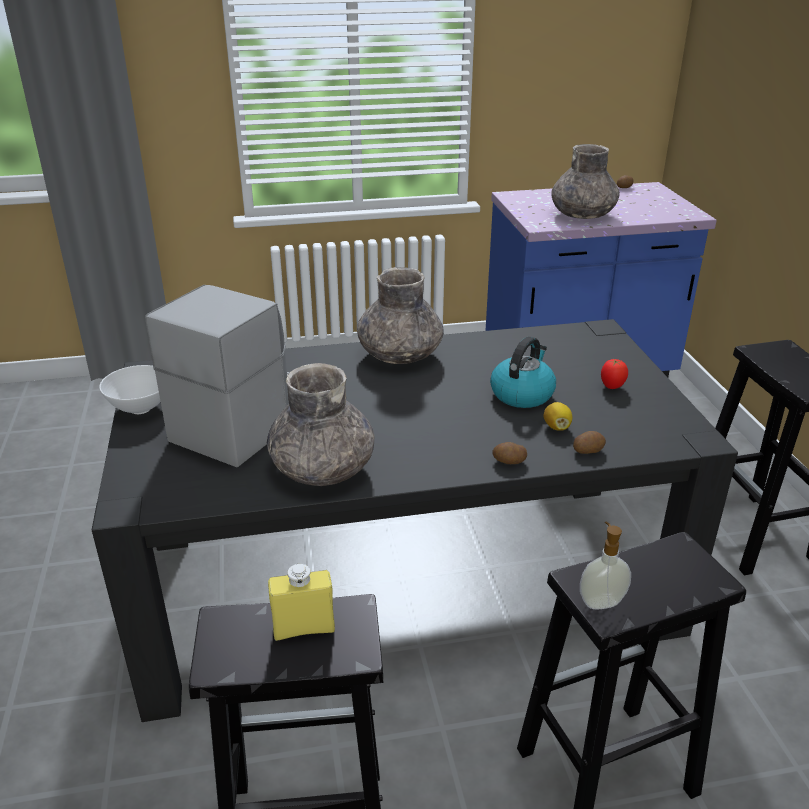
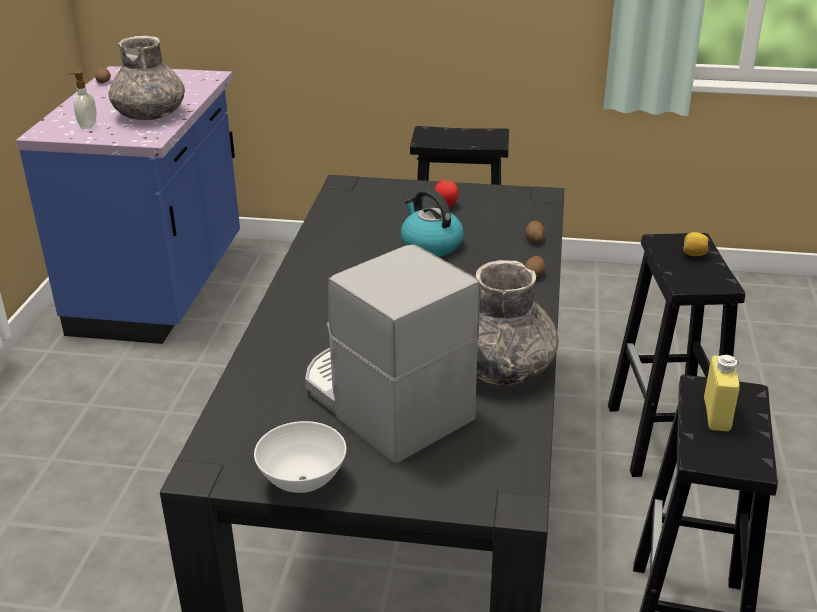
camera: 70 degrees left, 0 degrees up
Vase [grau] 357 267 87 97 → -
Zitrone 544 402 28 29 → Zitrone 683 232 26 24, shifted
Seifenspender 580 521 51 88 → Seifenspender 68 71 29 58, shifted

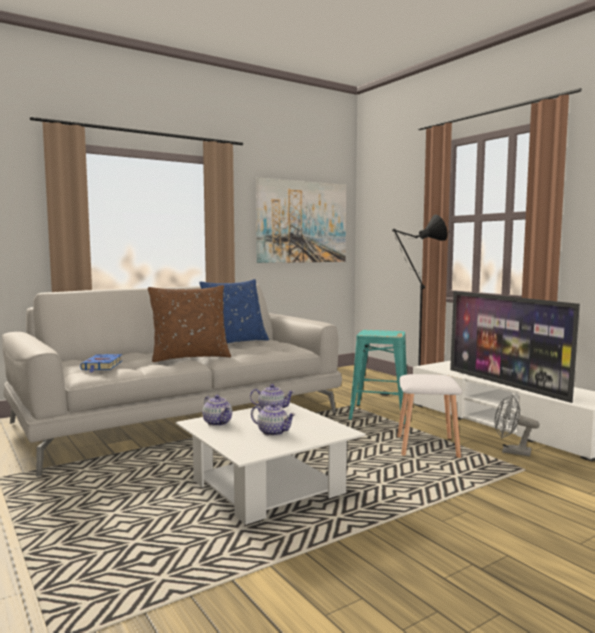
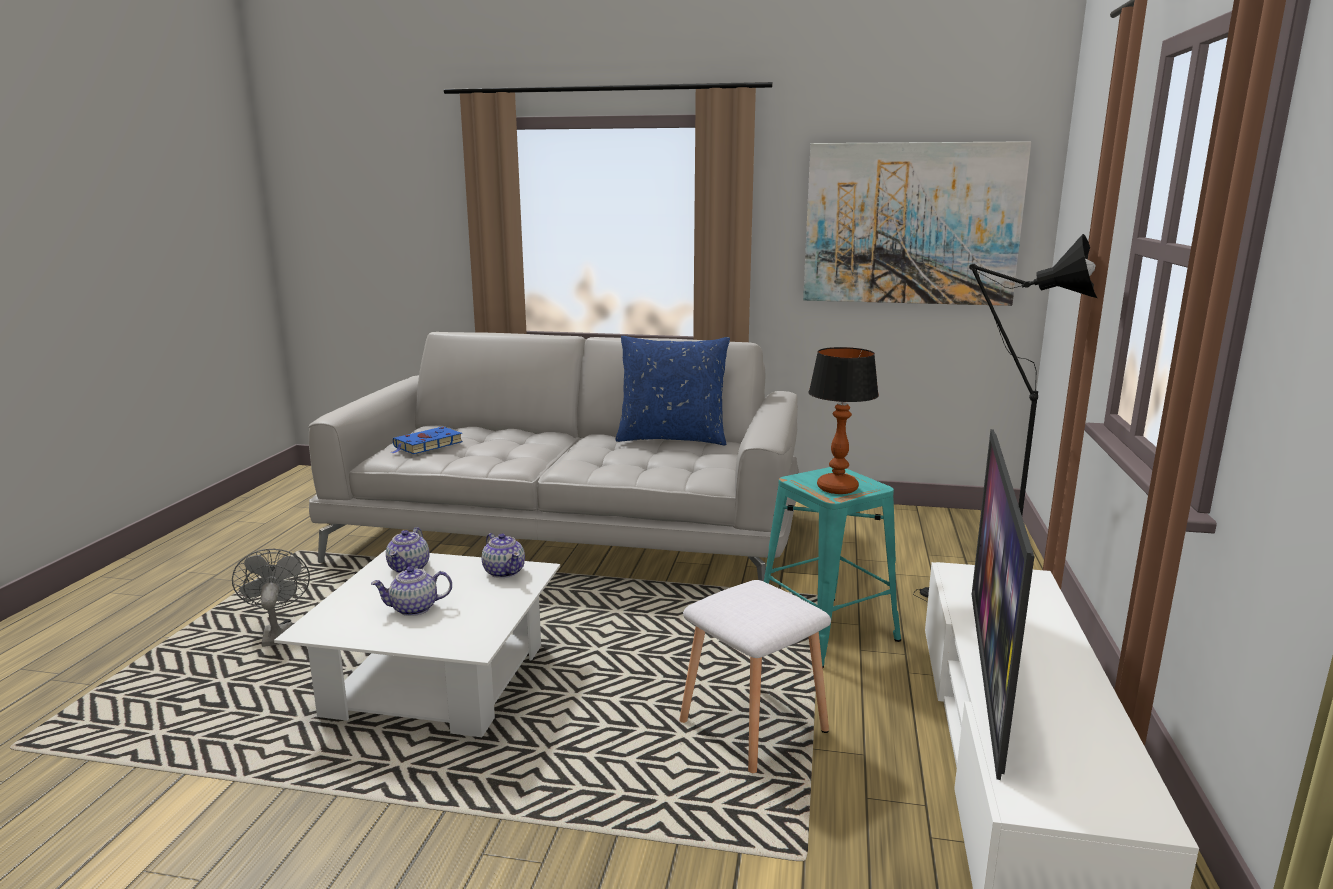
camera: 45 degrees right, 10 degrees up
Kissen [braun] 148 285 83 77 → -
Teekanne 251 403 45 33 → Teekanne 371 566 81 50, 90 degrees clockwise
Ventilator [grau] 495 394 44 62 → Ventilator [grau] 232 549 78 98, shifted
- → Tischlampe 808 347 71 147

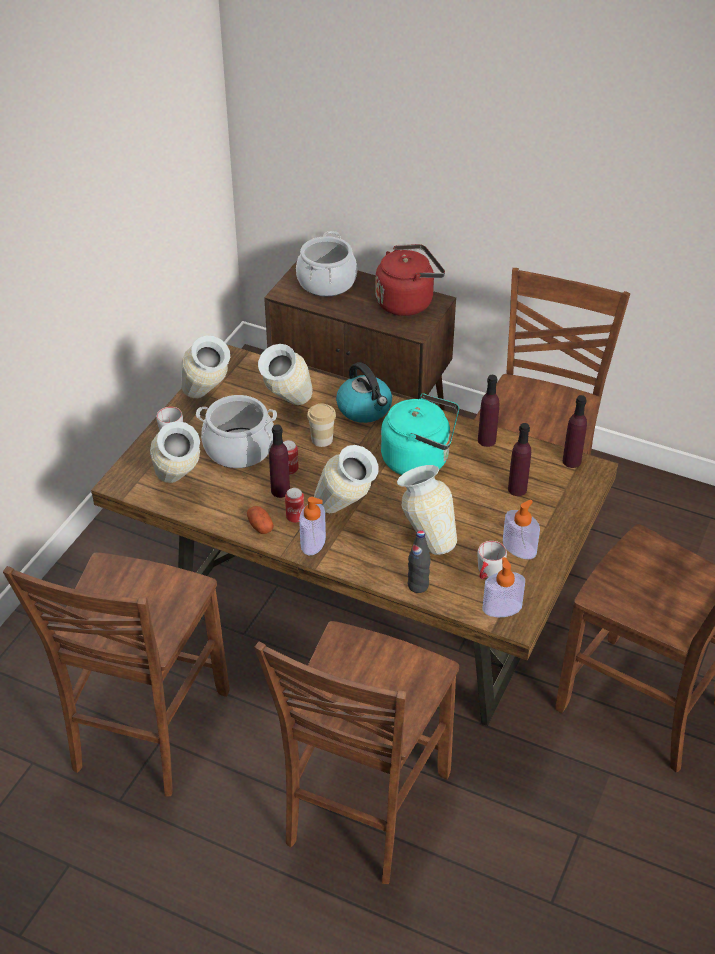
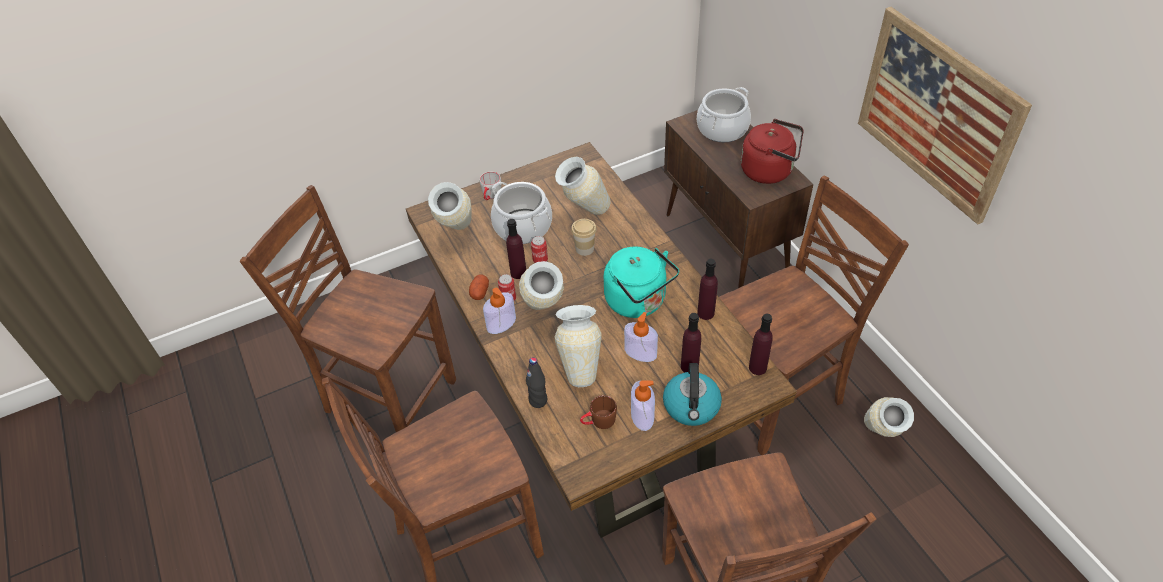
camera: 40 degrees right, 5 degrees up
Stuhl [braun] 3 552 227 244 → Stuhl [braun] 240 185 216 247, 60 degrees clockwise
Vase 181 335 49 63 → Vase 864 397 50 40, shifted
Wasserkessel 336 362 56 61 → Wasserkessel 663 363 59 63, shifted
Henkelbecher [grau] 477 541 30 38 → Henkelbecher [braun] 580 395 37 34
Seifenspender 482 557 43 60 → Seifenspender 624 312 34 50, shifted
- → Bild 858 7 174 217

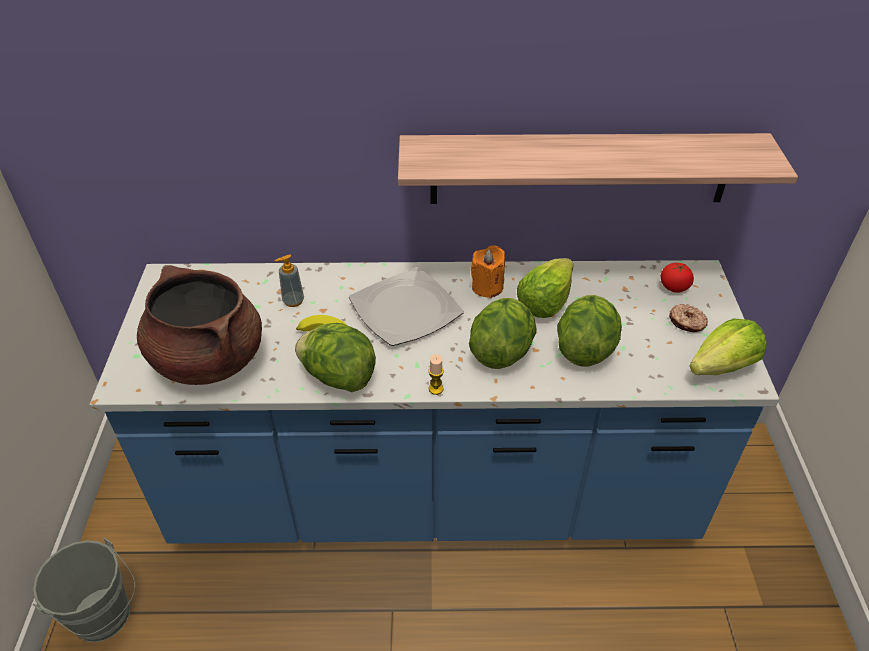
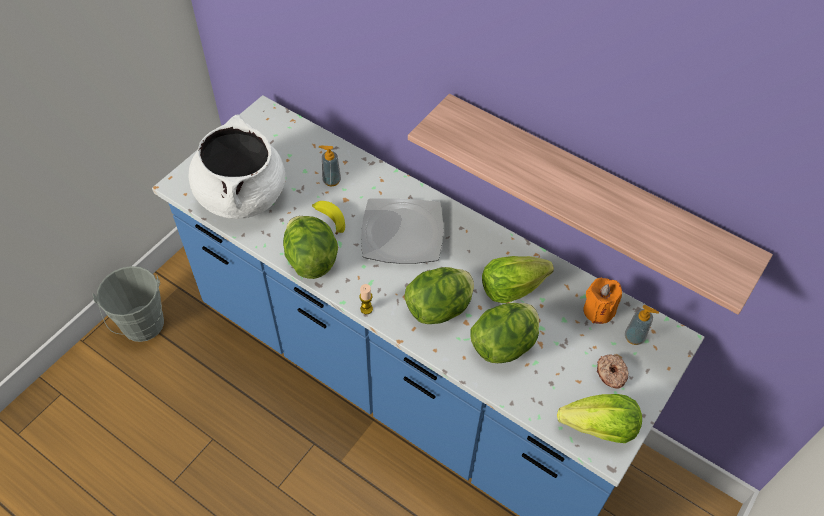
camera: 35 degrees right, 10 degrees up
Kochtopf [braun] 137 265 125 120 → Kochtopf [weiß] 189 114 97 105
Kerze [orange] 471 245 34 53 → Kerze [orange] 583 278 39 46, shifted
Tomate 661 263 33 30 → Seifenspender 625 305 34 40

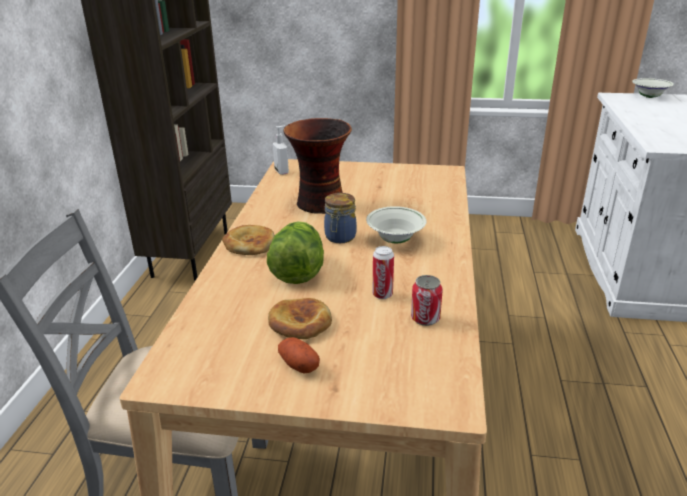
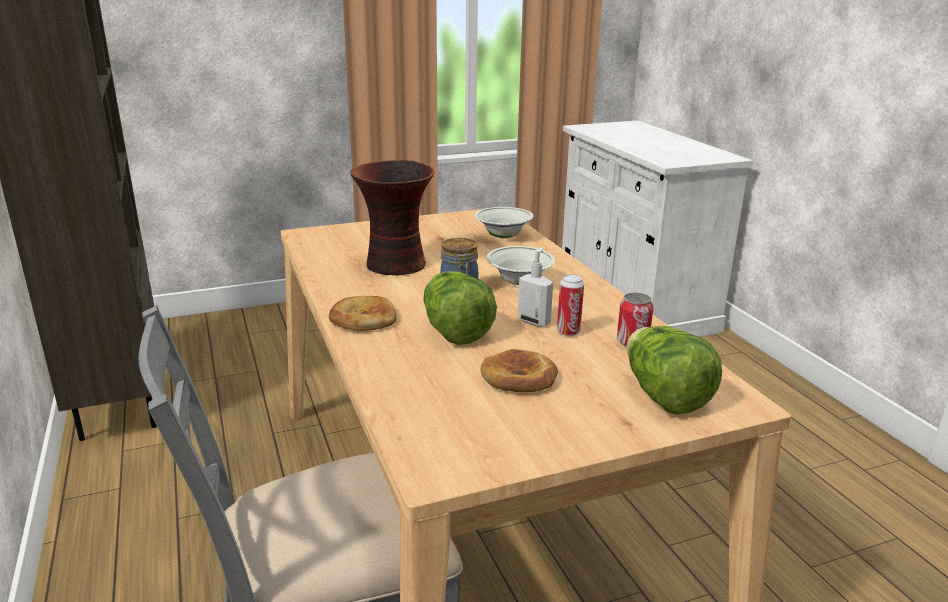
camera: 30 degrees left, 5 degrees down
Seifenspender 273 126 16 49 → Seifenspender 518 247 35 80, shifted
Kartoffel 278 337 42 36 → -
Schüssel [weiß] 632 78 42 20 → Schüssel [weiß] 474 207 60 31, shifted
- → Salatkopf 626 326 96 89

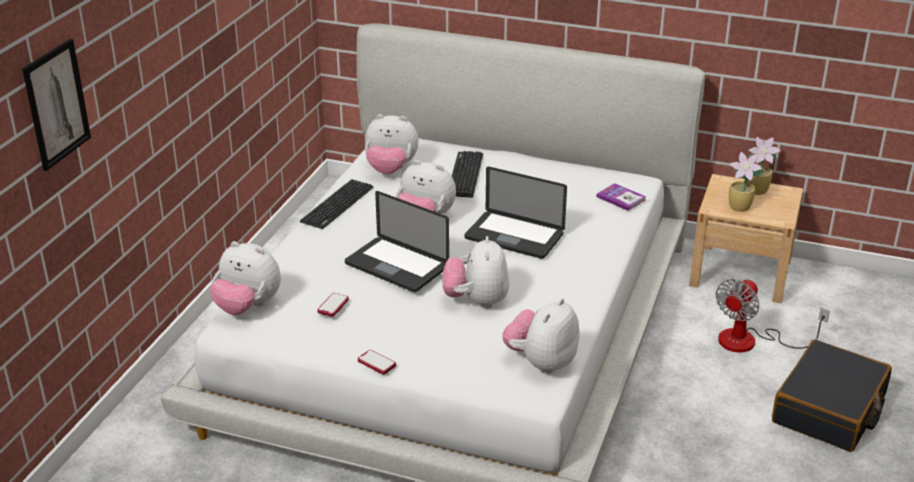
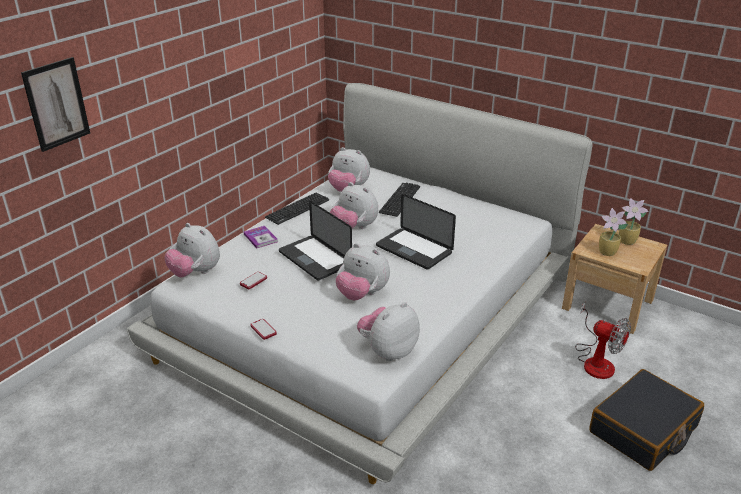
camera: 15 degrees right, 0 degrees up
Plüschtier 442 236 67 73 → Plüschtier 336 243 54 57, 75 degrees counterclockwise
Buch 596 183 50 28 → Buch 244 226 34 23, shifted
Ventilator 716 279 114 73 → Ventilator 575 302 56 77, 105 degrees counterclockwise

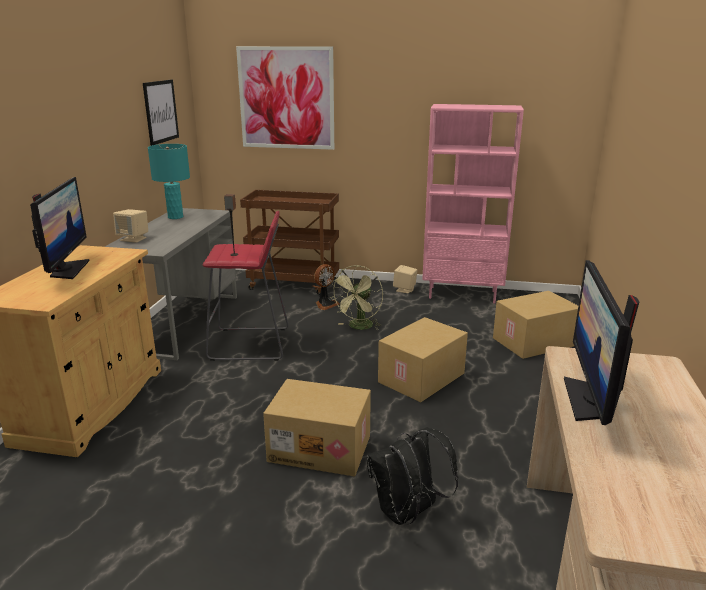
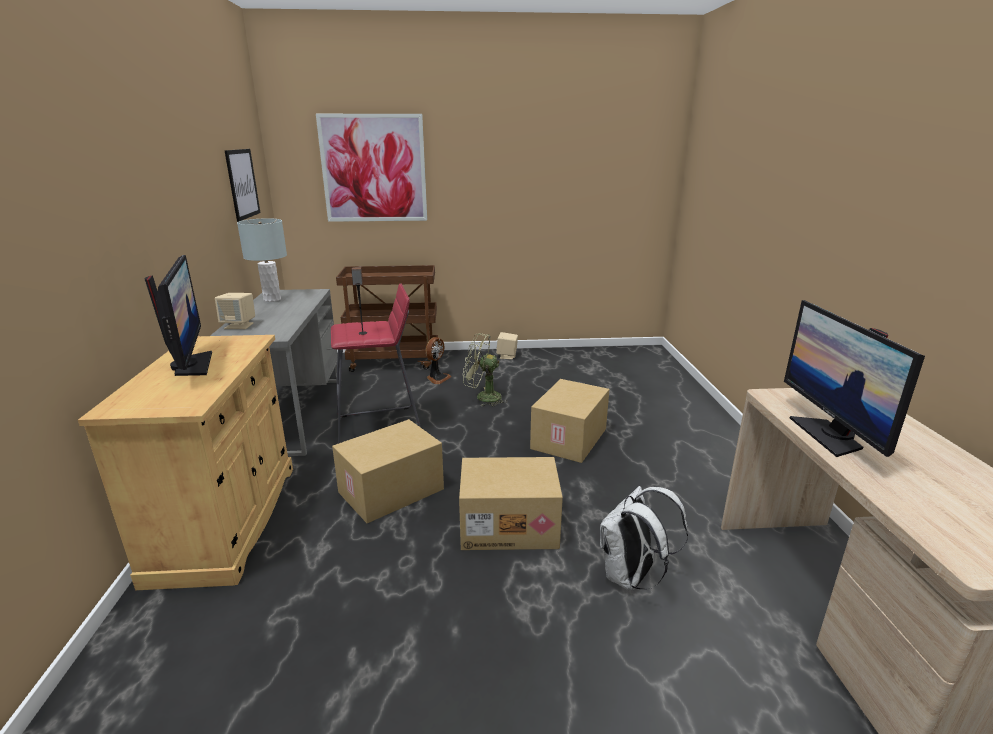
camera: 15 degrees left, 0 degrees up
Tischlampe [türkis] 148 144 42 75 → Tischlampe [grau] 237 218 50 84
Ventilator [grün] 330 265 53 65 → Ventilator [grün] 463 333 44 74, 90 degrees clockwise
Rucksack [schwarz] 367 427 91 98 → Rucksack [weiß] 600 486 88 105
Bücherregal [rosa] 422 104 102 200 → -
Karton 493 291 85 68 → Karton 332 419 112 104, shifted

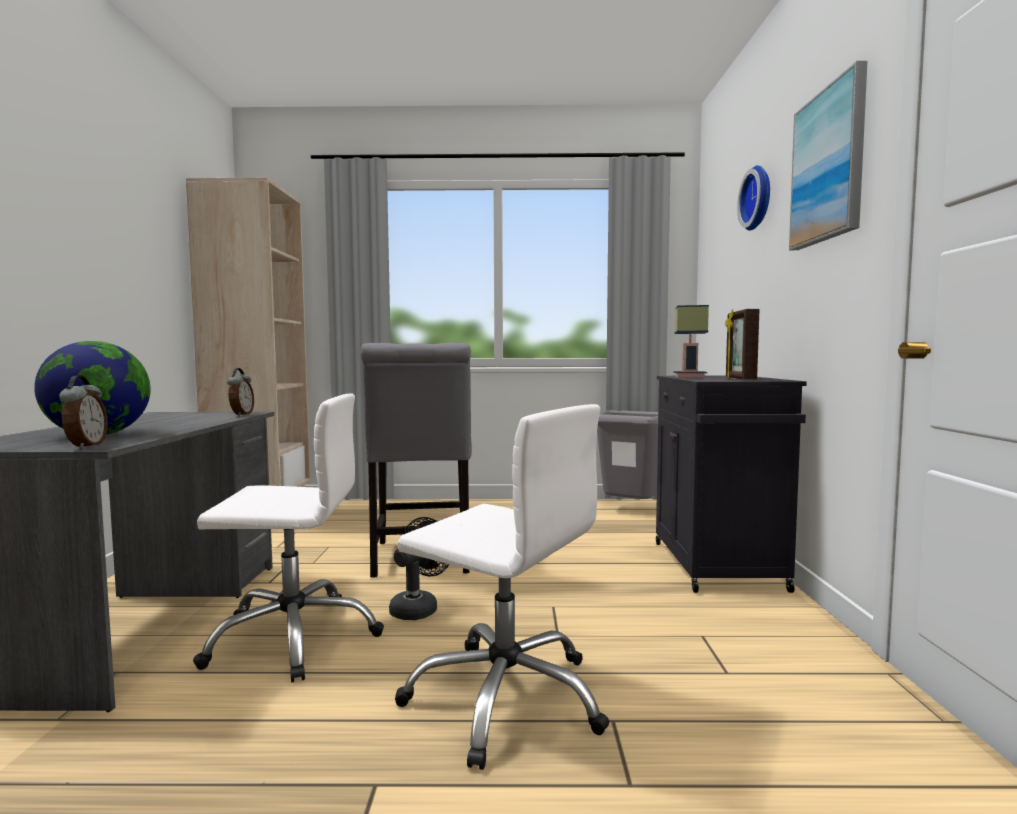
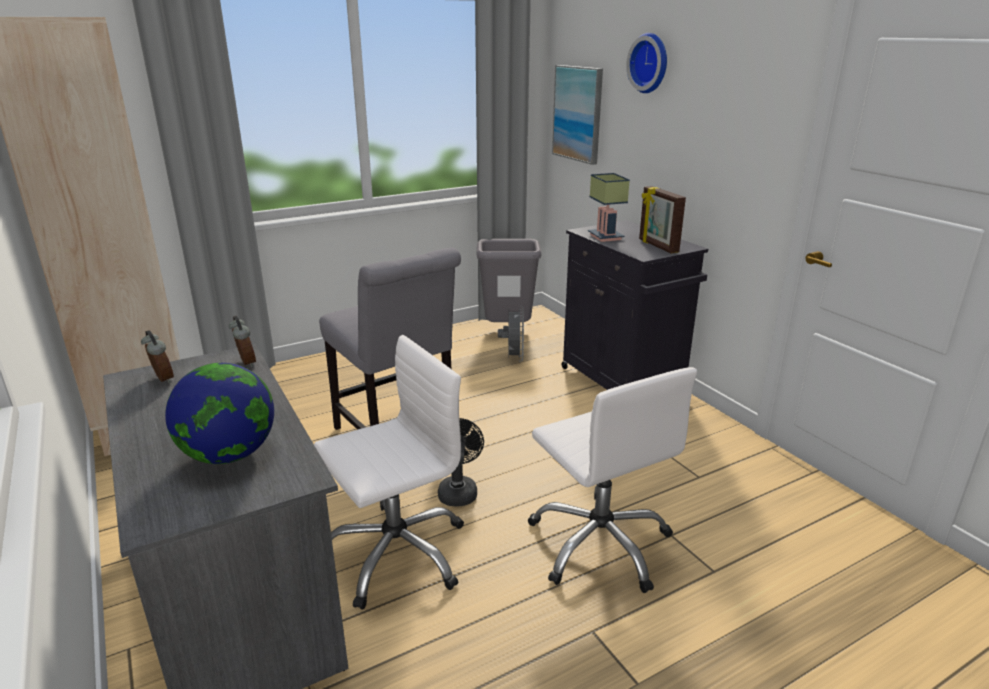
camera: 30 degrees left, 20 degrees up
Wecker 59 375 49 74 → Wecker 141 330 33 53, shifted
Bürostuhl [weiß] 395 404 215 366 → Bürostuhl [weiß] 528 367 169 226, 60 degrees clockwise
Bild 789 61 79 189 → Bild 552 65 51 100, shifted
- → Ventilator [grau] 498 306 26 56

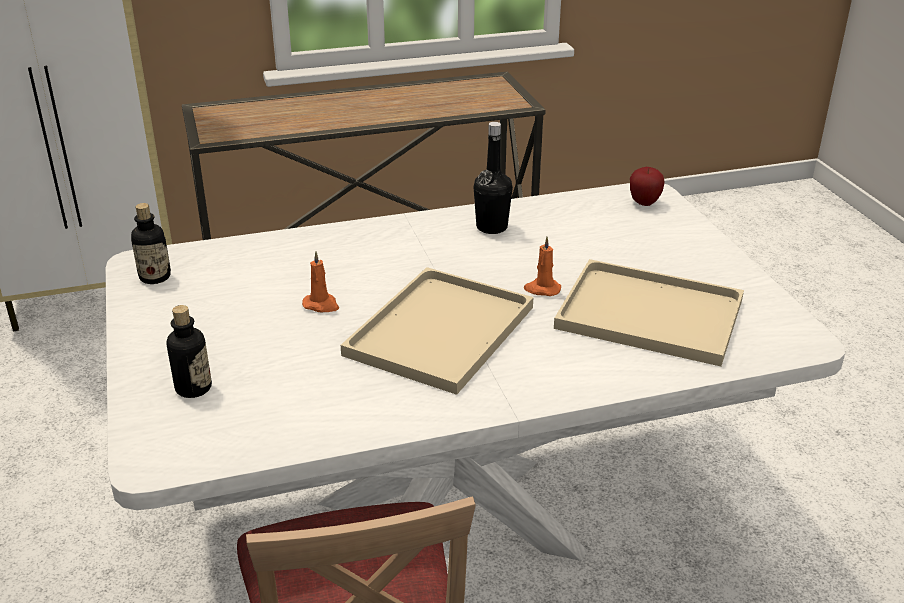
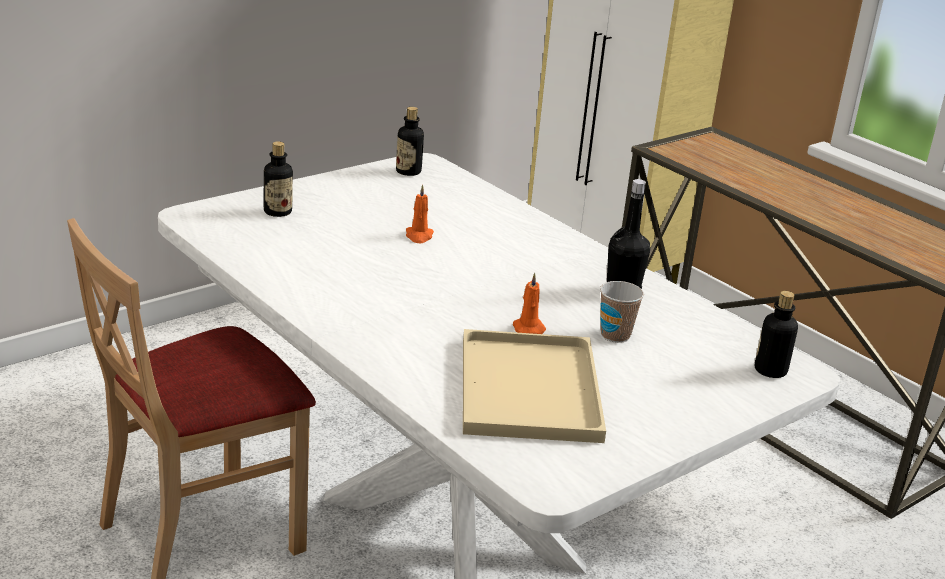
camera: 65 degrees right, 5 degrees down
Tablett [beige] 341 267 192 128 → -
Apfel 630 167 35 39 → Flasche 755 291 43 87
- → Tasse 600 281 44 62

